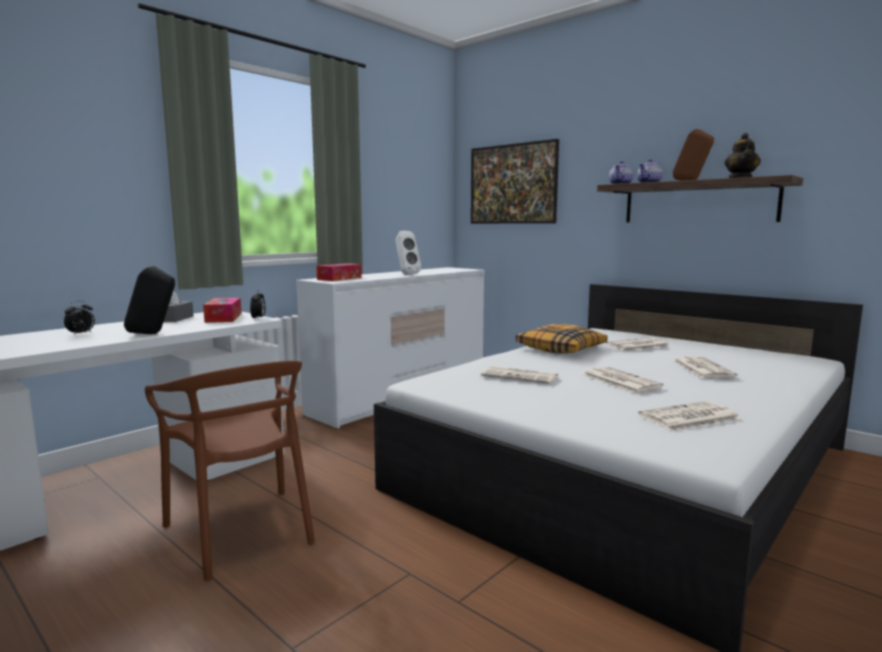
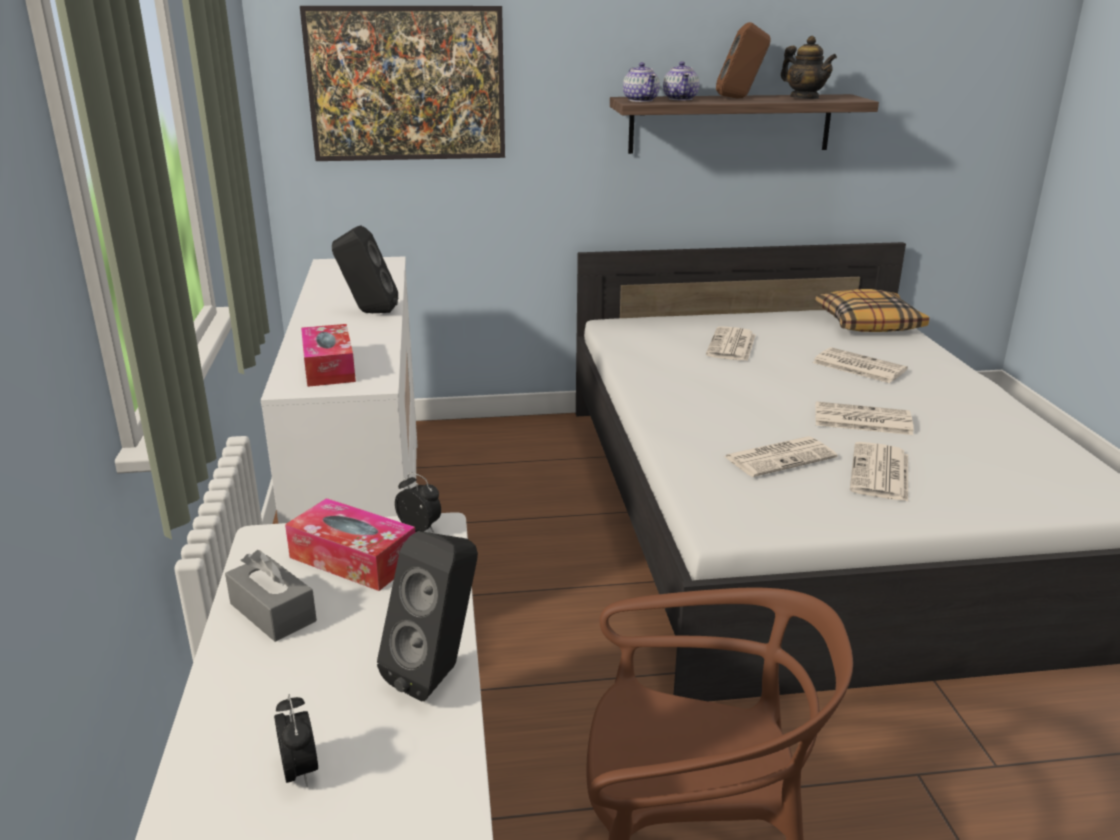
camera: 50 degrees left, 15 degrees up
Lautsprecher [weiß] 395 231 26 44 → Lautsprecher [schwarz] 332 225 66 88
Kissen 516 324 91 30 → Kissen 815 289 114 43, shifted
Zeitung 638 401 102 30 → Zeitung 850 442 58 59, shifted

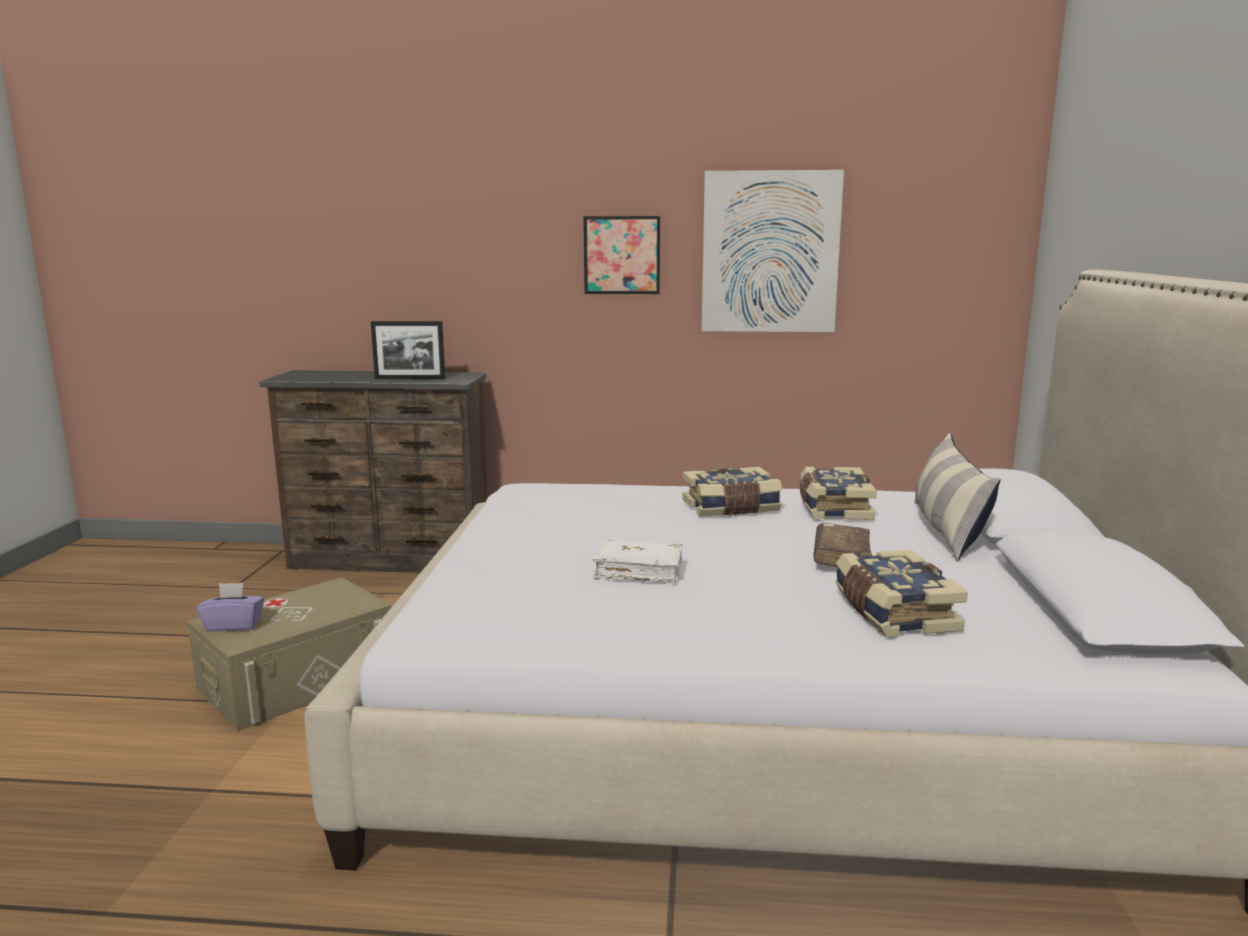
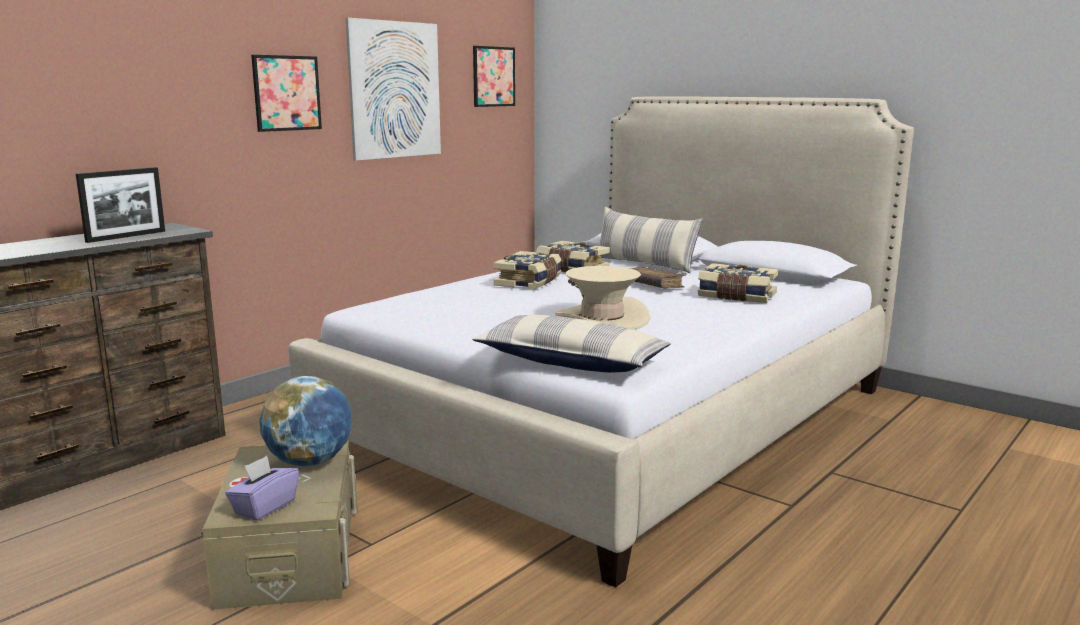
camera: 55 degrees left, 0 degrees up
Buch [weiß] 593 540 89 44 → Hut [beige] 555 266 95 64
- → Globus 259 376 93 91
- → Kissen 472 315 199 58
- → Bild 473 46 42 61

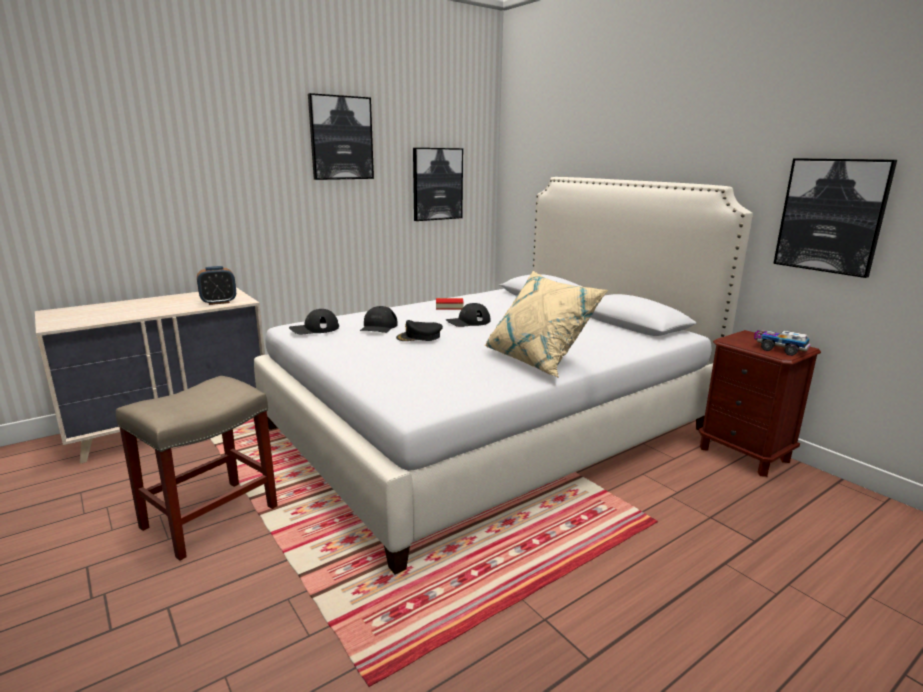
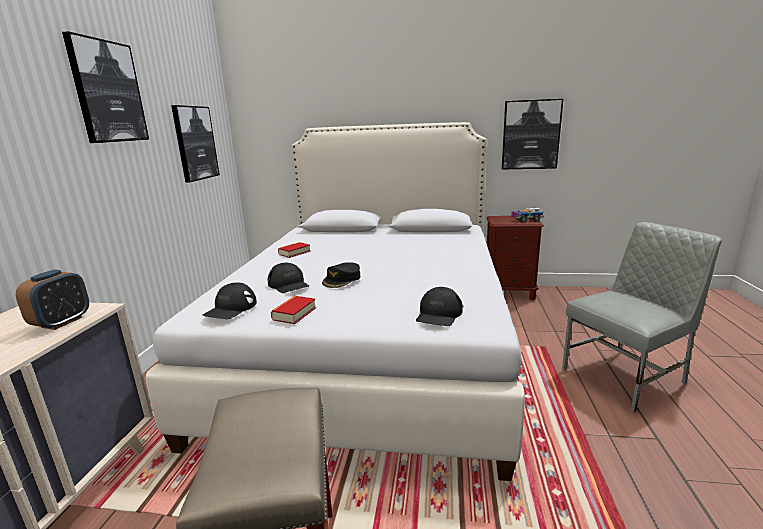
camera: 45 degrees left, 0 degrees up
Kappe [schwarz] 446 303 44 24 → Kappe [schwarz] 416 287 47 39, shifted
Kissen [beige] 484 271 124 107 → -
- → Buch 271 296 45 28
- → Stuhl [grau] 562 222 160 191

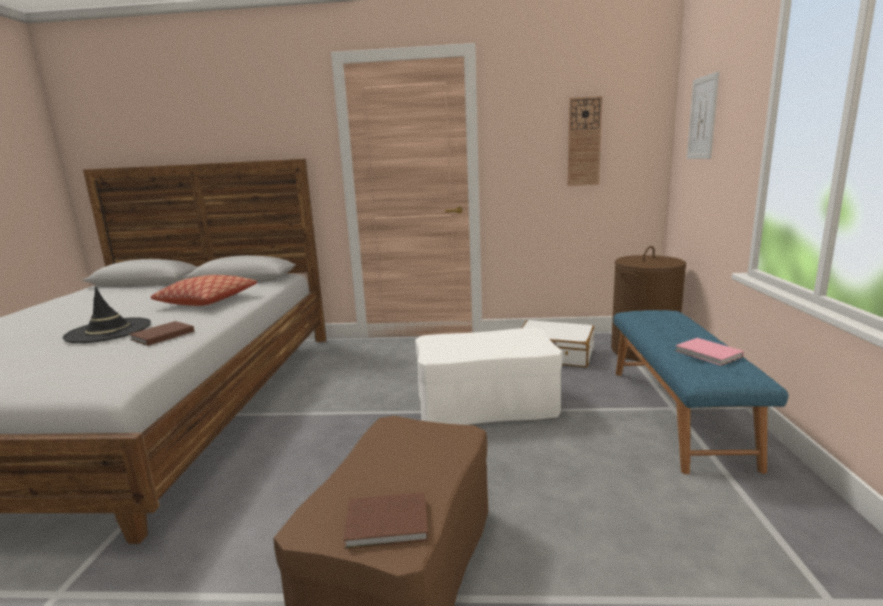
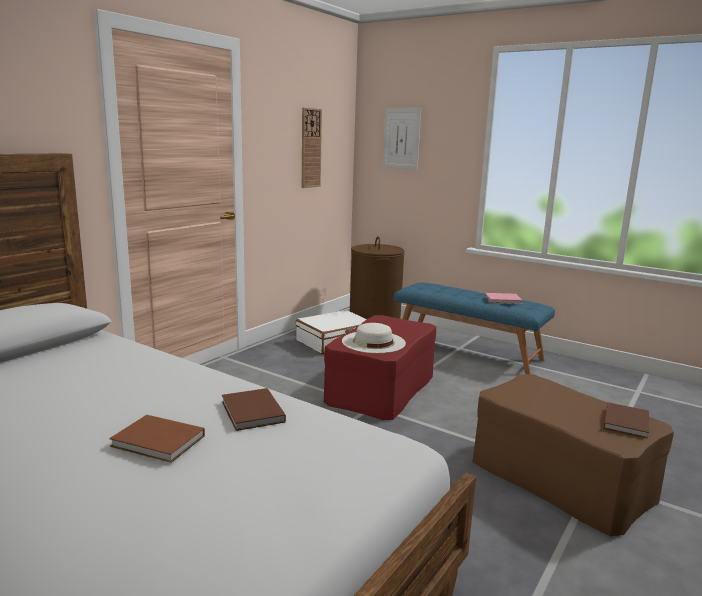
camera: 60 degrees left, 0 degrees up
Hut [schwarz] 63 287 88 56 → Buch [braun] 109 415 96 48
Kissen 151 275 106 31 → -
Polsterhocker [weiß] 415 328 147 97 → Polsterhocker [rot] 324 315 112 105
- → Hut [weiß] 342 323 64 30

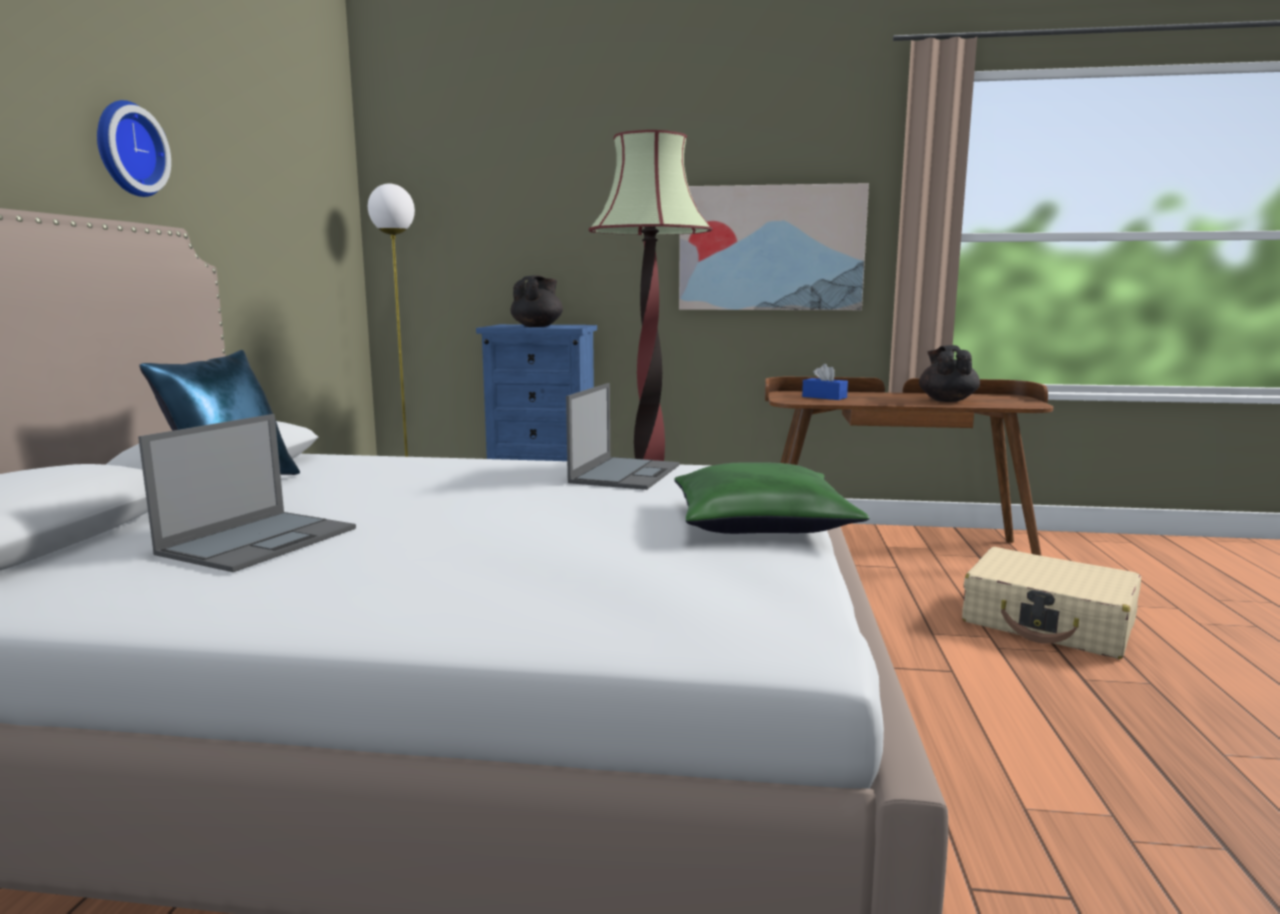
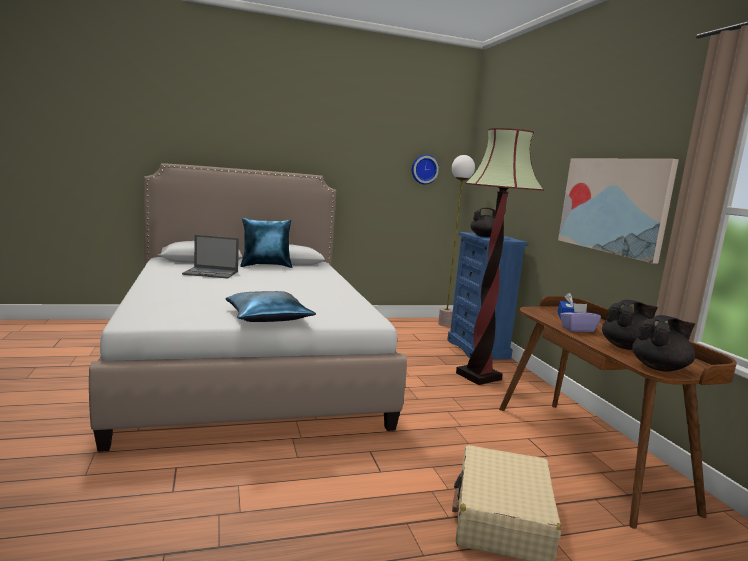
camera: 65 degrees right, 0 degrees up
Wanduhr 97 100 74 97 → Wanduhr 412 154 27 31, shifted
Laptop 566 383 113 107 → -
Kissen [grün] 674 462 195 72 → Kissen [blau] 225 291 91 31
- → Taschentuchbox [lila] 560 303 41 29
- → Teekanne [schwarz] 632 315 63 57

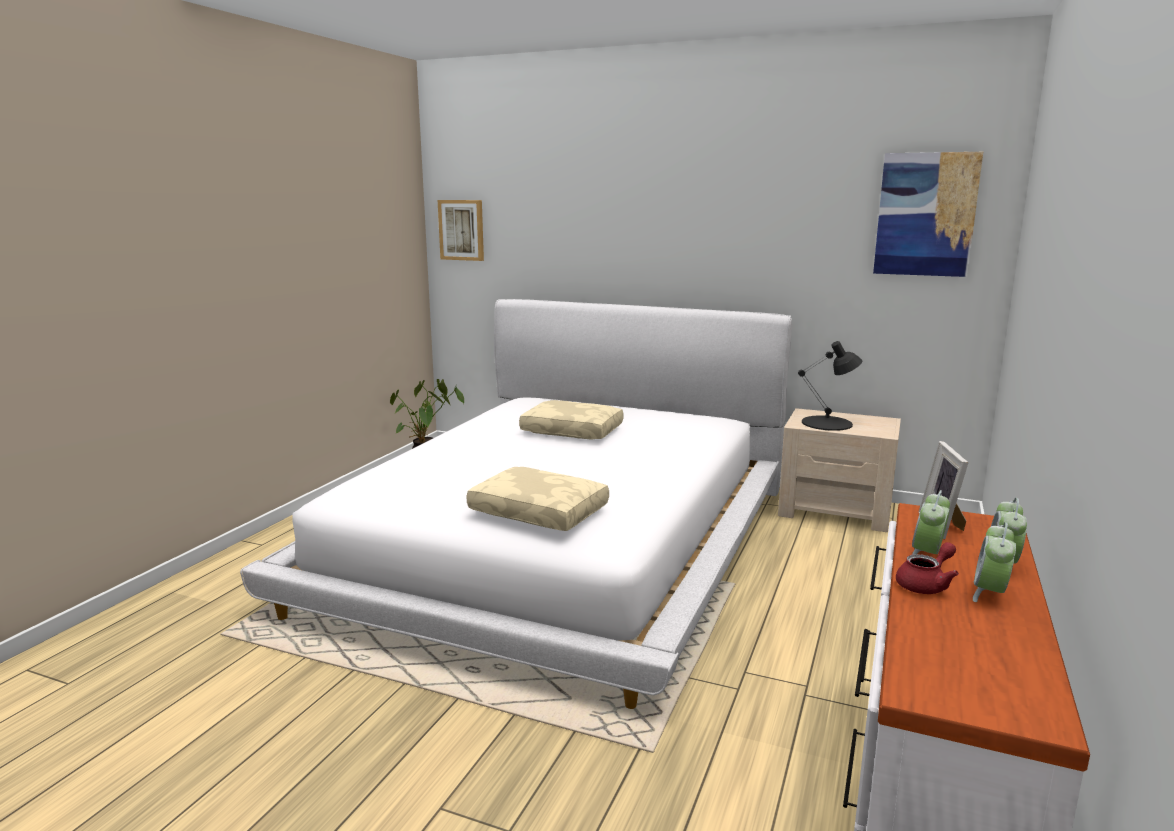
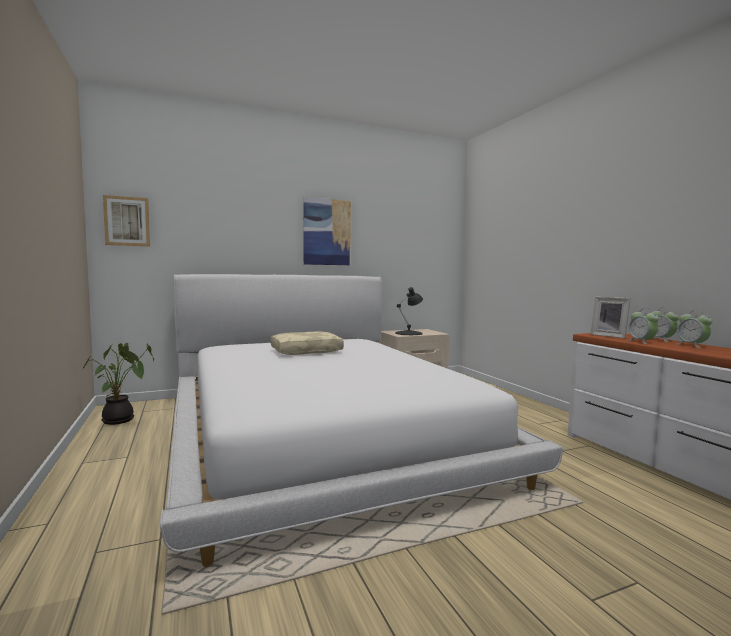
camera: 45 degrees left, 10 degrees down
Kissen [beige] 466 467 143 64 → -
Bild 873 152 110 125 → Bild 303 197 48 68, shifted
Teekanne [rot] 896 542 63 52 → -

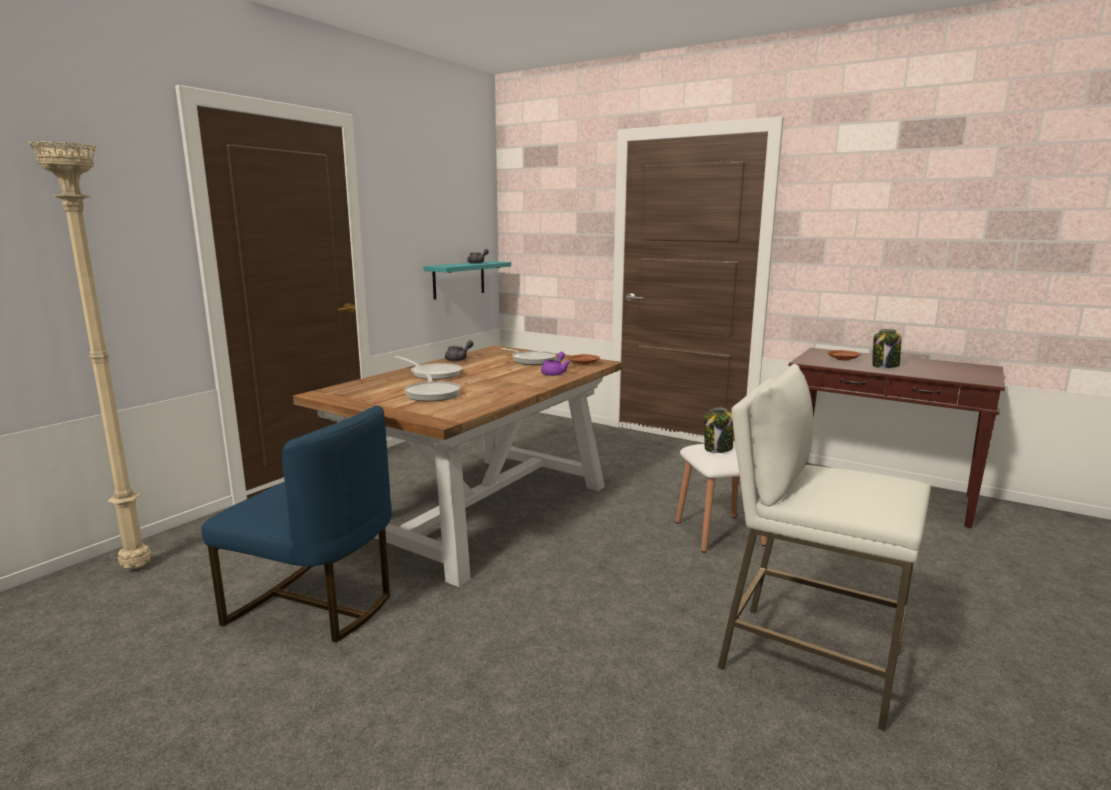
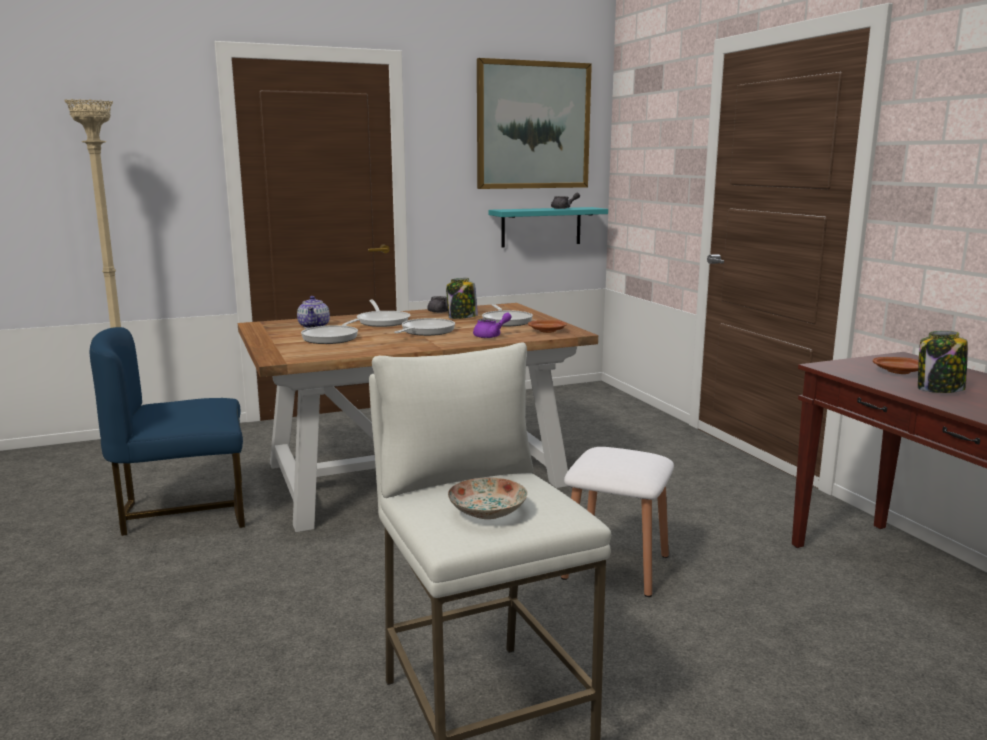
camera: 35 degrees right, 0 degrees up
Stuhl [blau] 201 406 191 237 → Stuhl [blau] 90 327 155 209, 105 degrees clockwise
Vorratsglas 704 408 29 45 → Vorratsglas 446 278 32 41, shifted
- → Teekanne 297 296 33 33
- → Pfanne 394 318 61 18
- → Teller 448 477 79 42
- → Bild 477 58 115 131

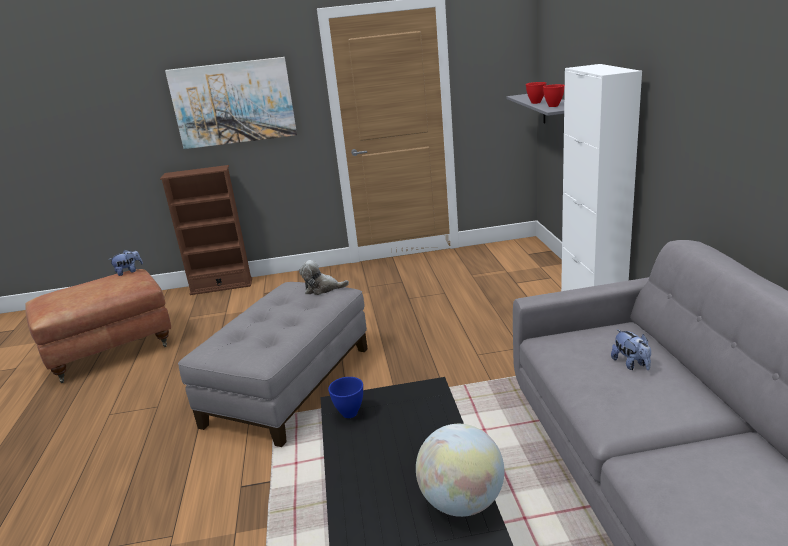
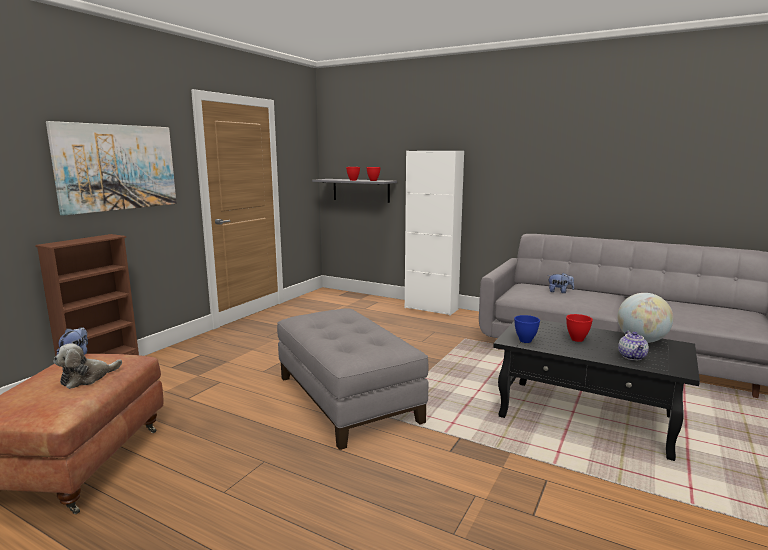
camera: 55 degrees left, 10 degrees down
Plüschtier 299 260 50 35 → Plüschtier 53 343 69 46, shifted
- → Schüssel [rot] 566 314 27 28
- → Teekanne 618 331 31 29

